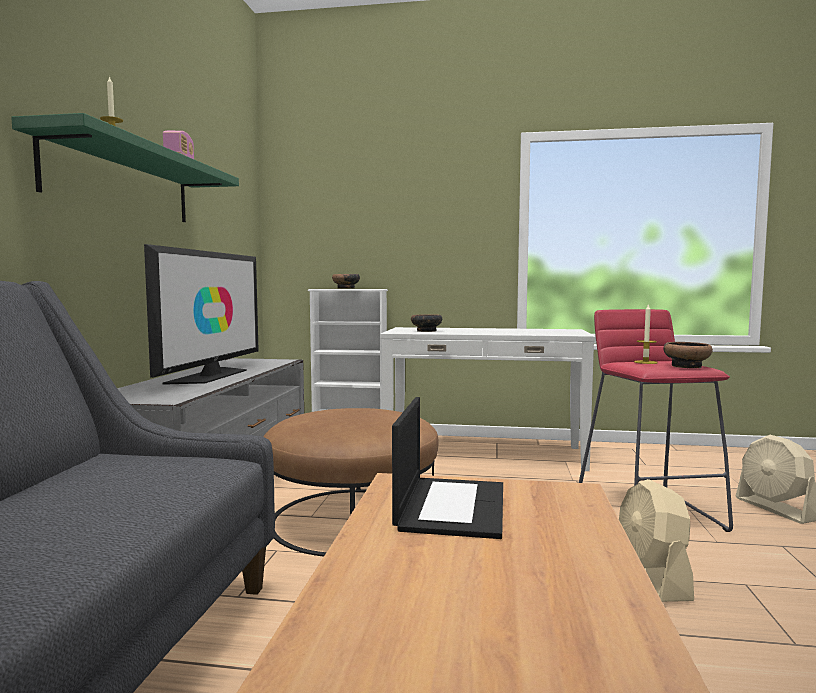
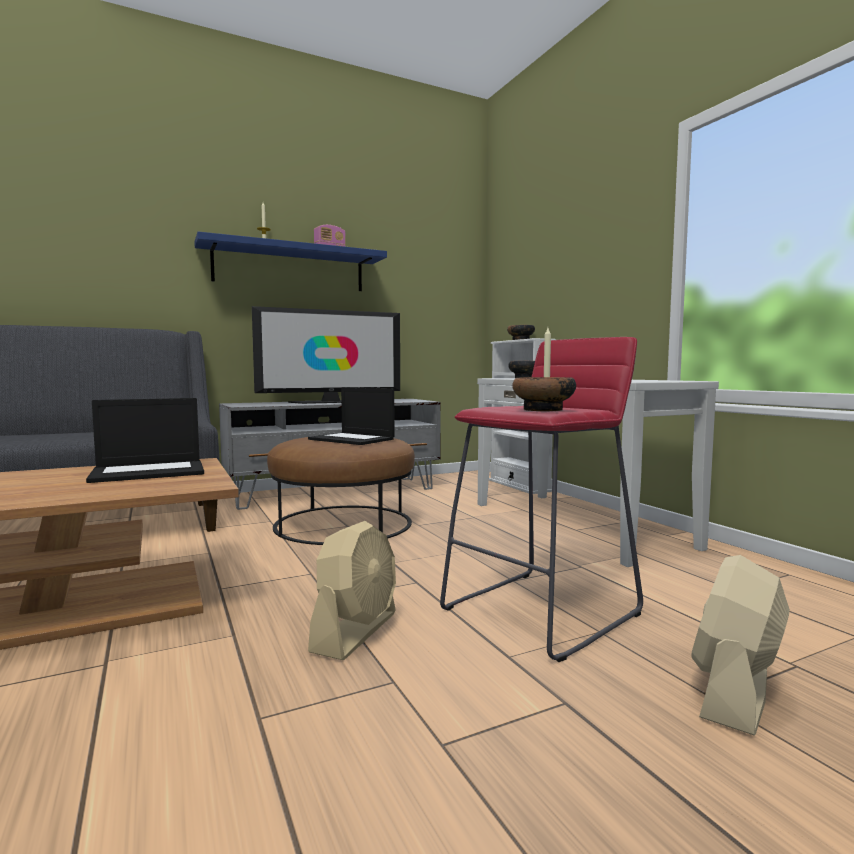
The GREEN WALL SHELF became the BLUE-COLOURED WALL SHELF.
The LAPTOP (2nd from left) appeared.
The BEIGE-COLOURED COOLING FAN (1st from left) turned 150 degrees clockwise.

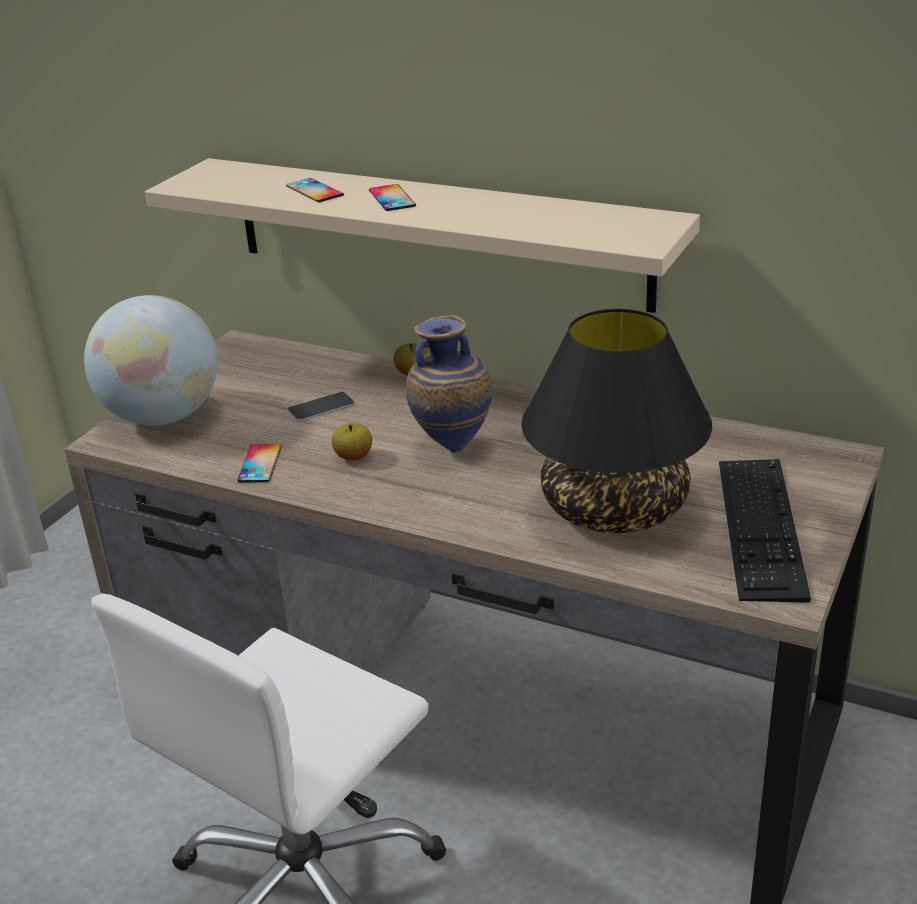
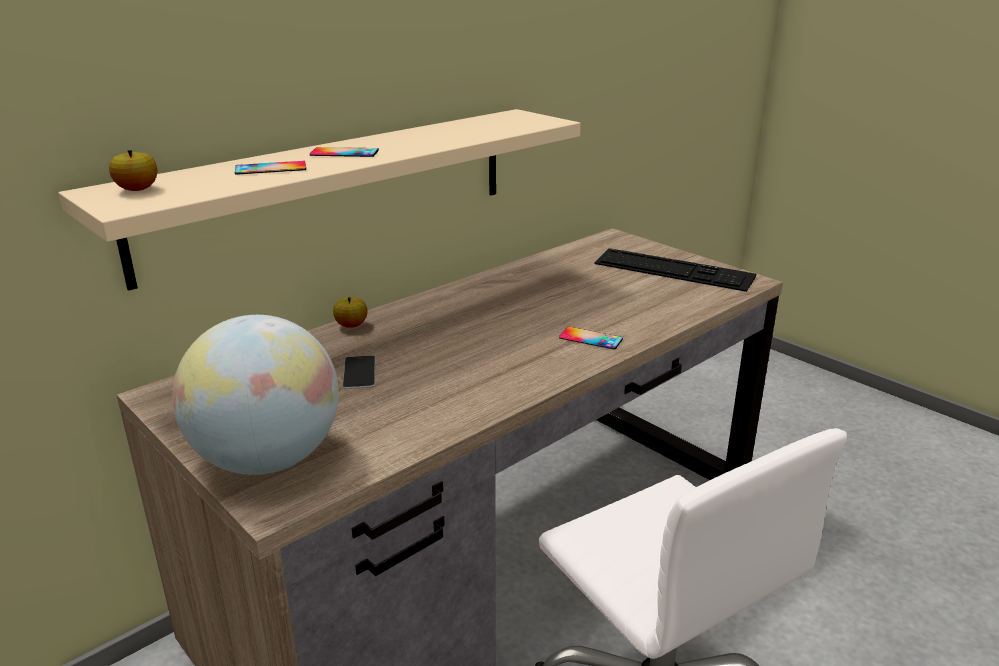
The APPLE FRUIT (1st from left) moved.
The HANDSET (1st from left in the first image) moved.
The VASE disappeared.
The BLACKISH TABLE LAMP disappeared.

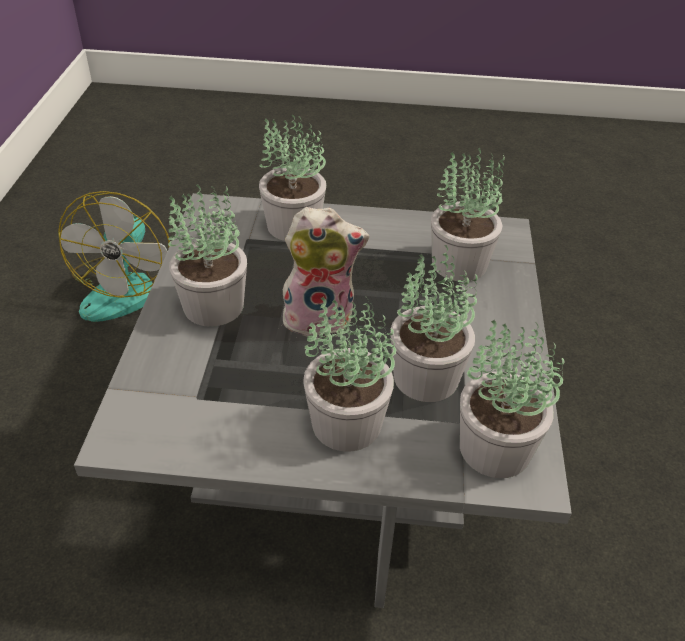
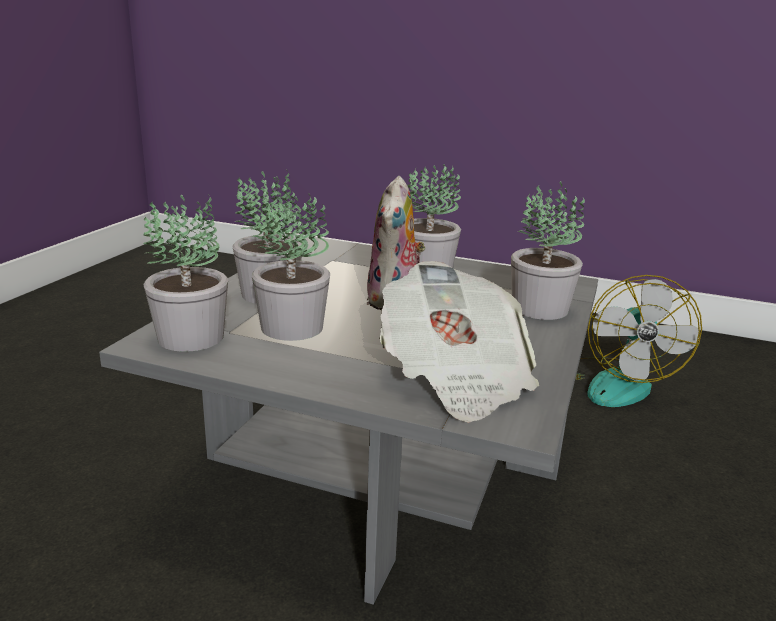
The PLANT IN A POT (5th from left) was replaced by the PRINTED PAPER.
The COOLING FAN turned 105 degrees counterclockwise.

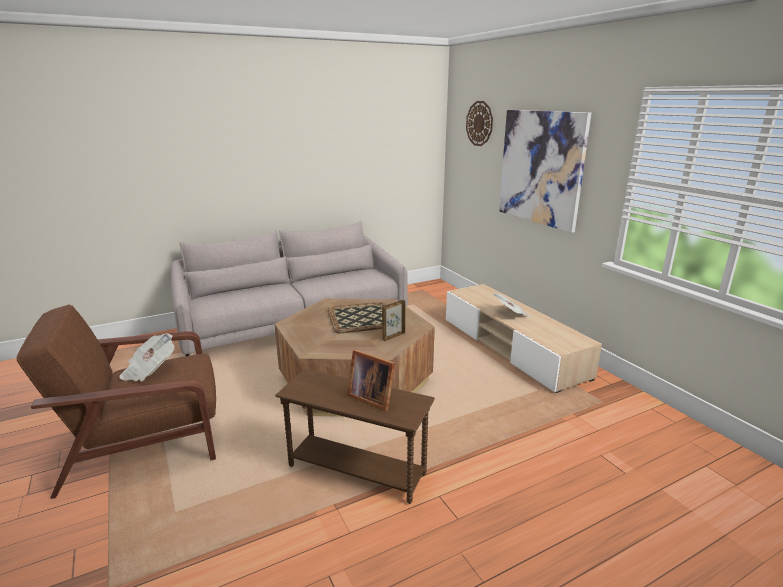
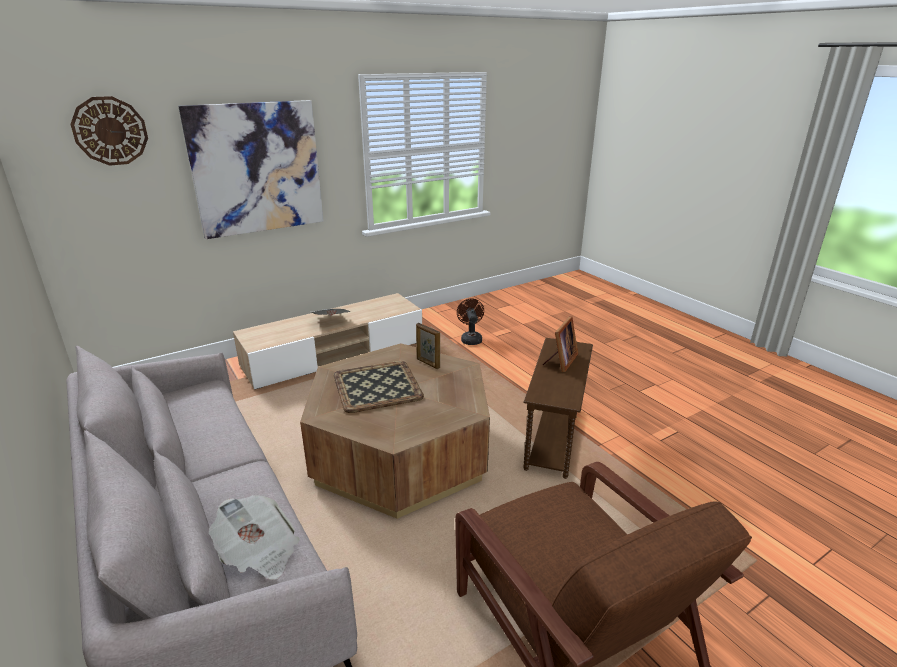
The PRINTED PAPER (1st from left) moved.
The BROWN-COLOURED COOLING FAN appeared.

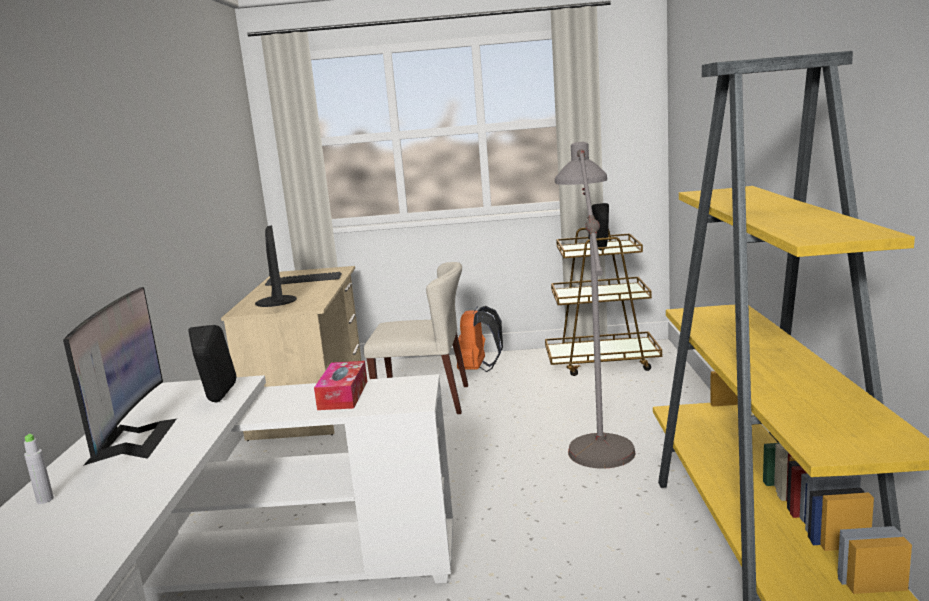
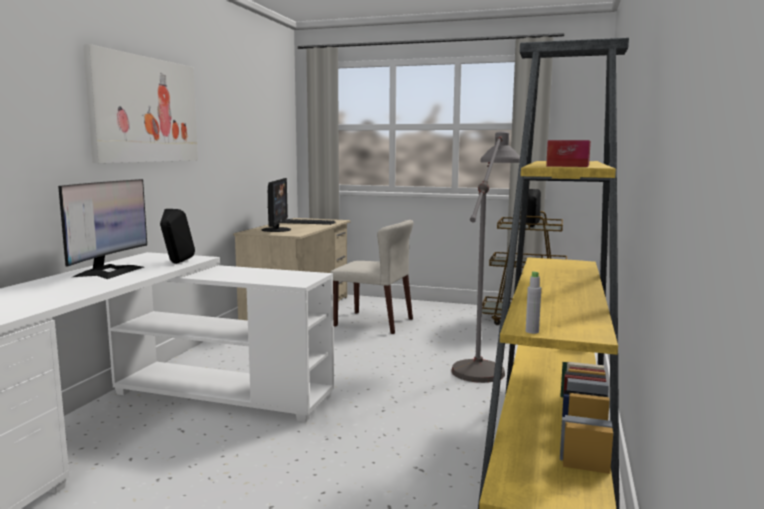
The PICTURE appeared.
The GREYISH BOTTLE moved.
The TISSUE HOLDER moved.
The ORANGE KNAPSACK disappeared.

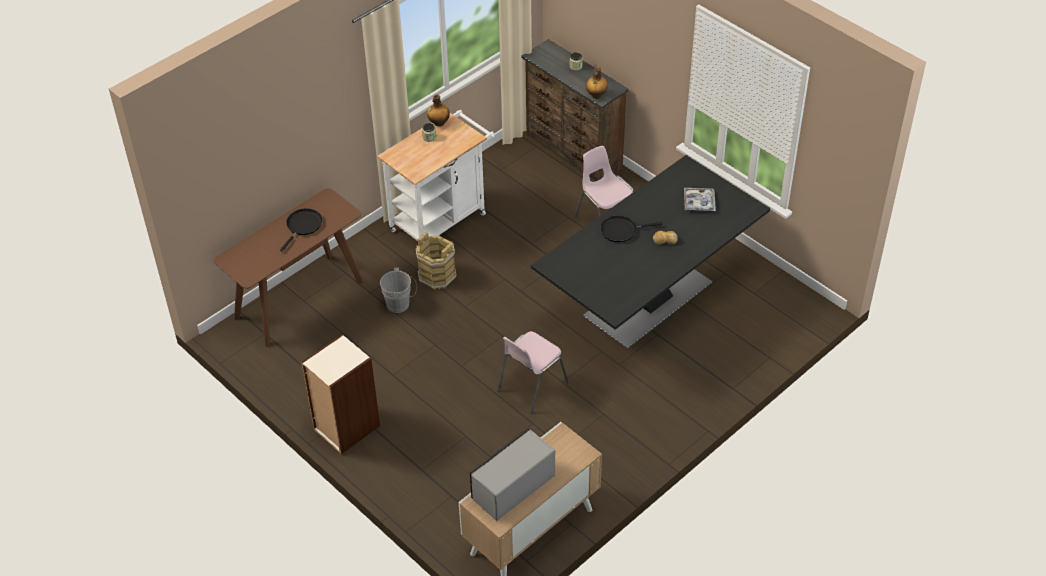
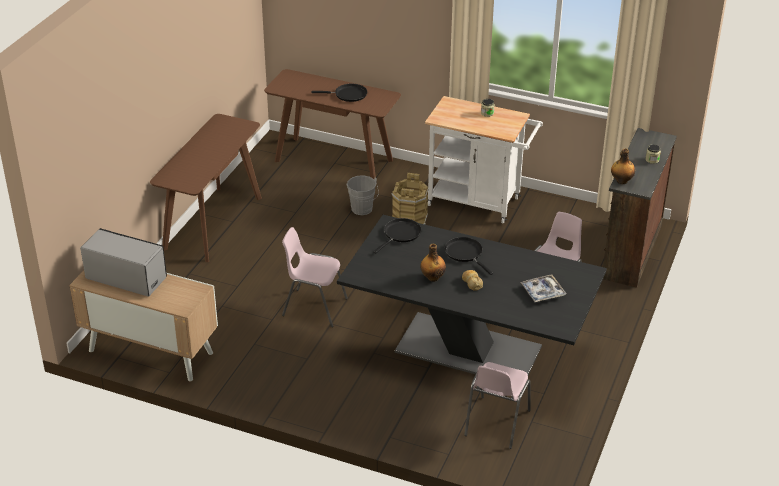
The BOOKSHELF was replaced by the BROWN-COLOURED CONSOLE TABLE (1st from left).
The BLACKISH FRYING PAN (2nd from left) appeared.
The BOTTLE (1st from left) moved.
The PINK UPRIGHT CHAIR (2nd from left) appeared.

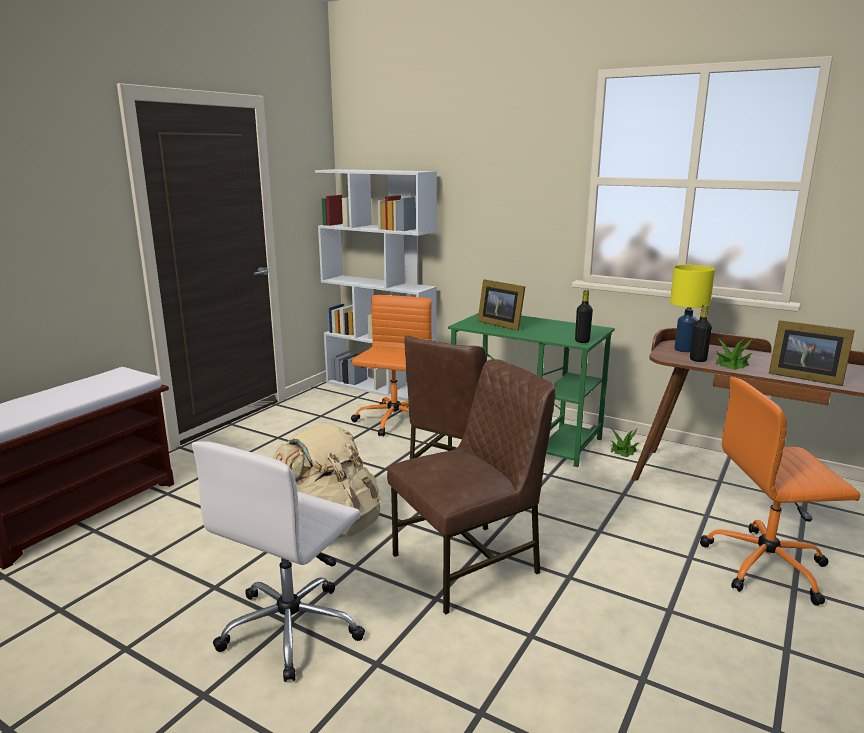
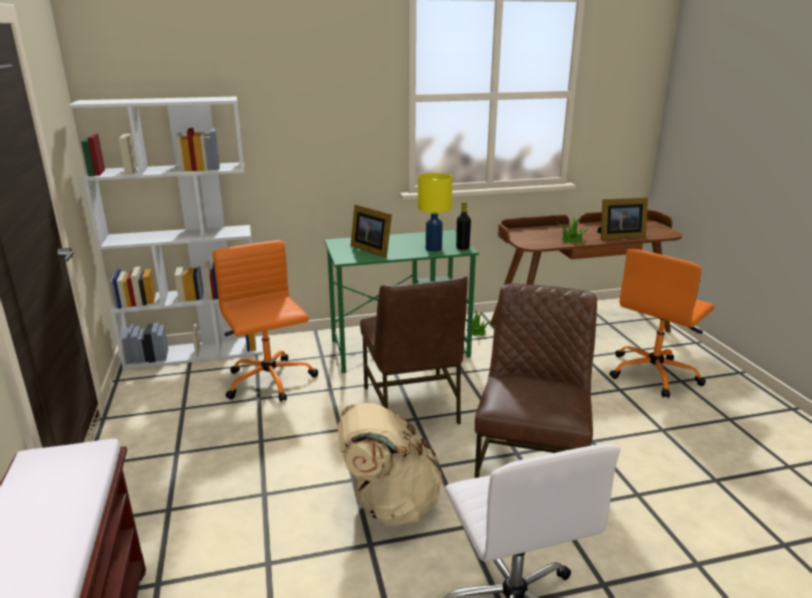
The PICTURE FRAME (1st from left) turned 45 degrees clockwise.
The YELLOW-COLOURED TABLE LAMP moved.
The BLACKISH BOTTLE (2nd from left) disappeared.

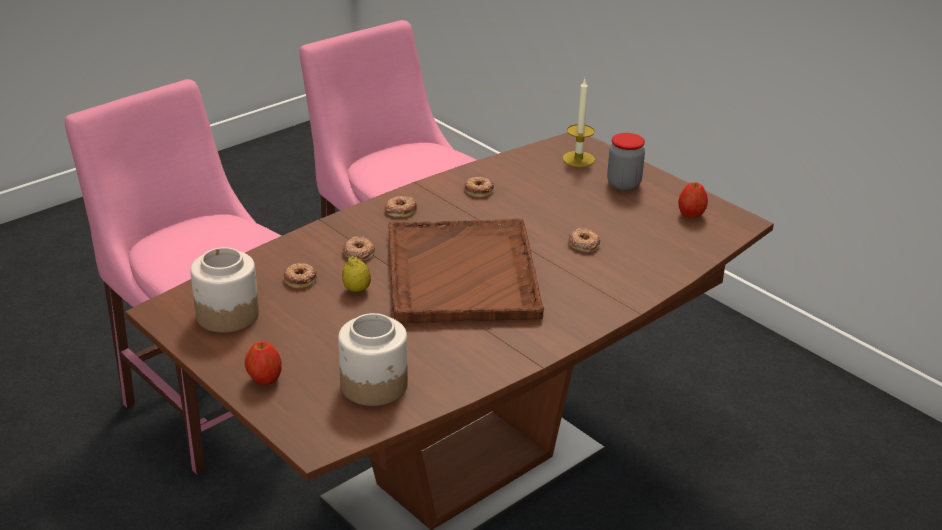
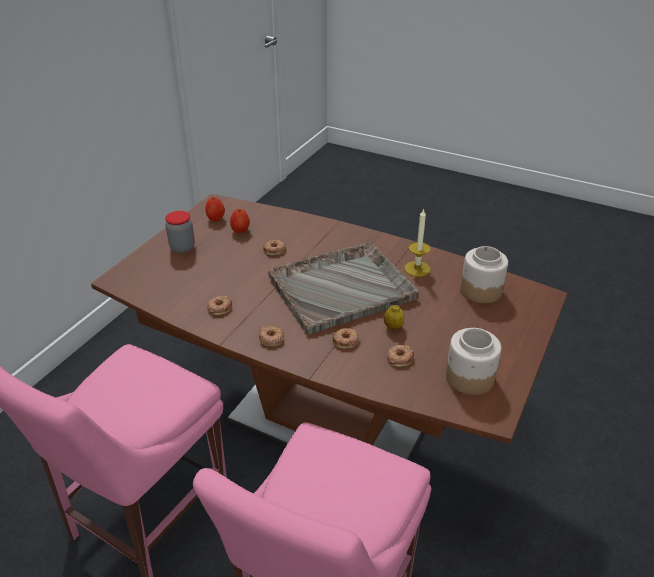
The APPLE FRUIT (1st from left in the first image) moved.
The BROWN-COLOURED SERVING TRAY became the GREYISH SERVING TRAY.
The WAX LIGHT moved.

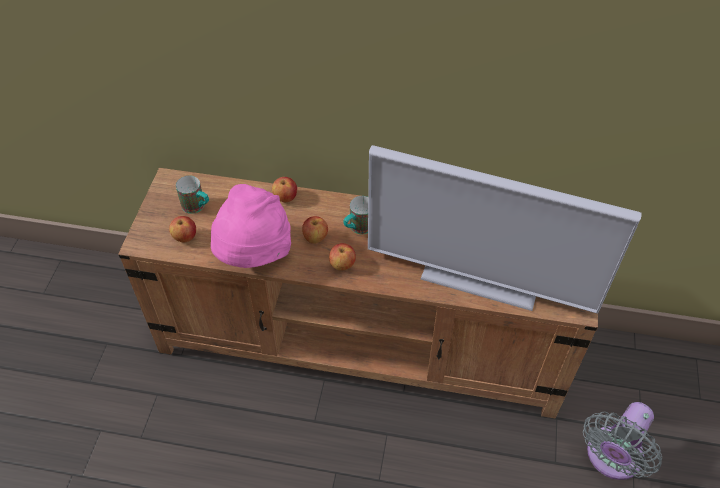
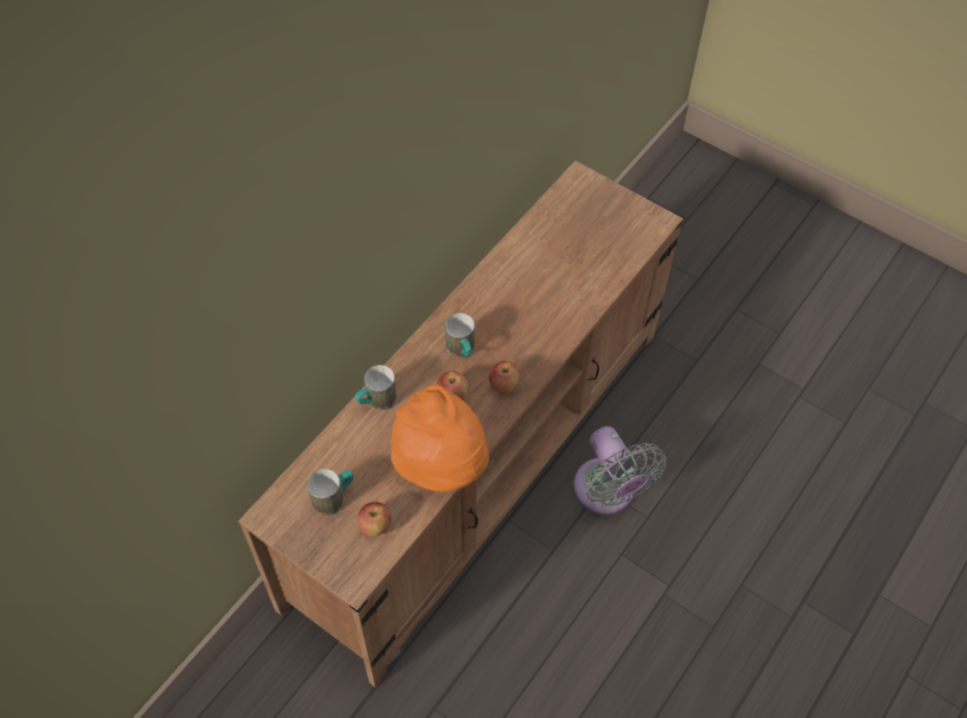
The APPLE FRUIT (2nd from left) was replaced by the TEA MUG (2nd from left).
The PINK HAT became the ORANGE HAT.
The GREYISH COOLING FAN moved.
The TELEVISION disappeared.

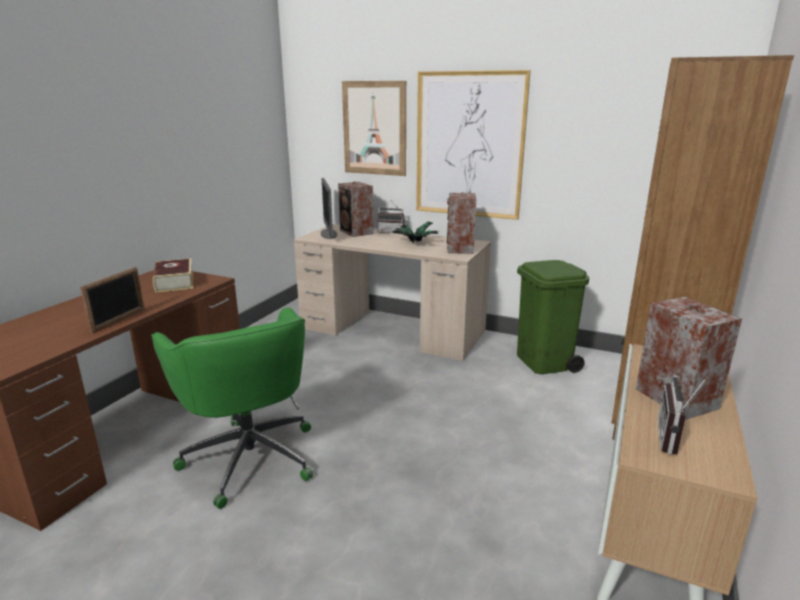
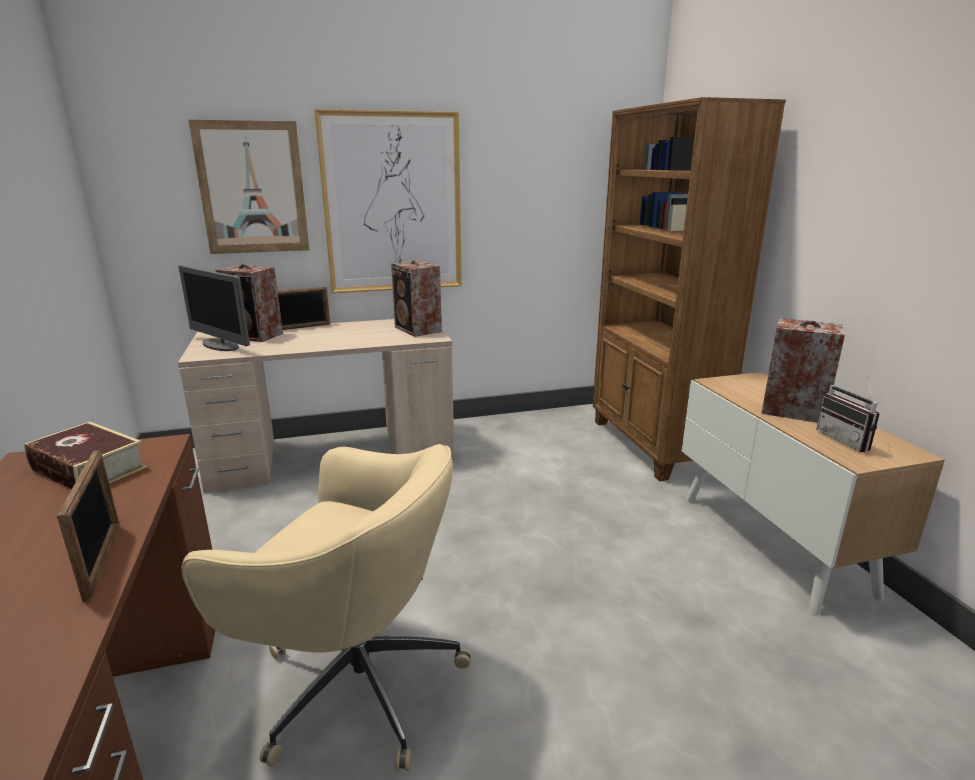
The GREEN DESK CHAIR became the BEIGE-COLOURED DESK CHAIR.
The RADIO SET (1st from left) was replaced by the PICTURE FRAME (2nd from left).
The PLANT IN A POT disappeared.
The GREEN WASTE BIN disappeared.

